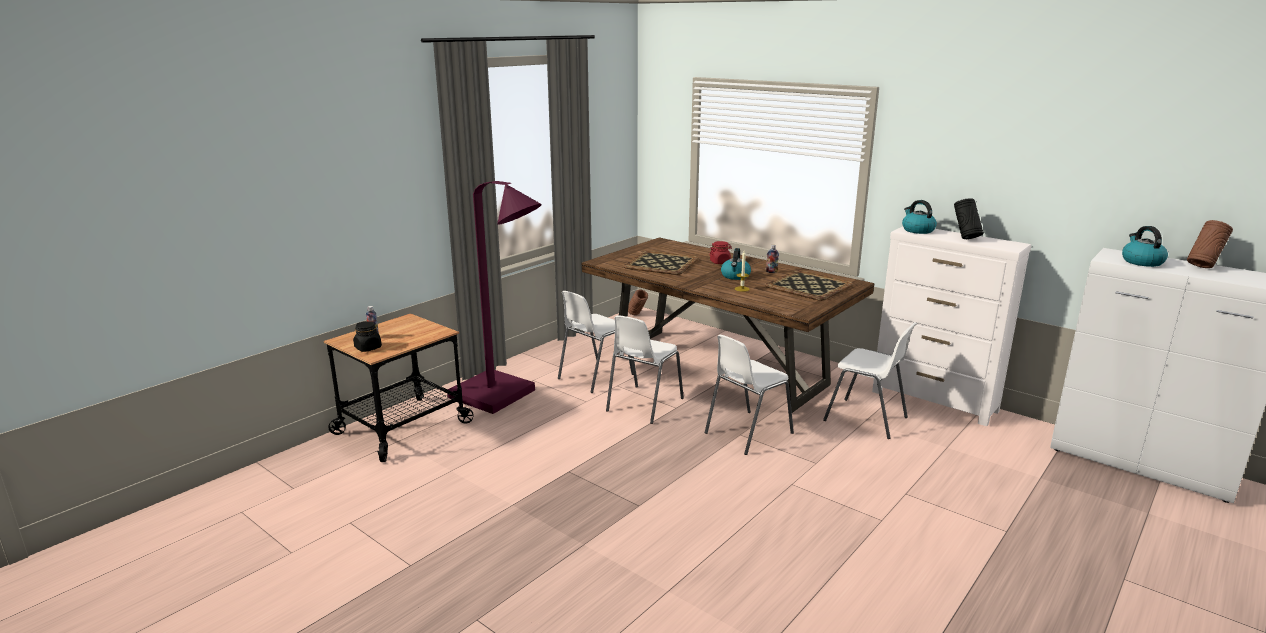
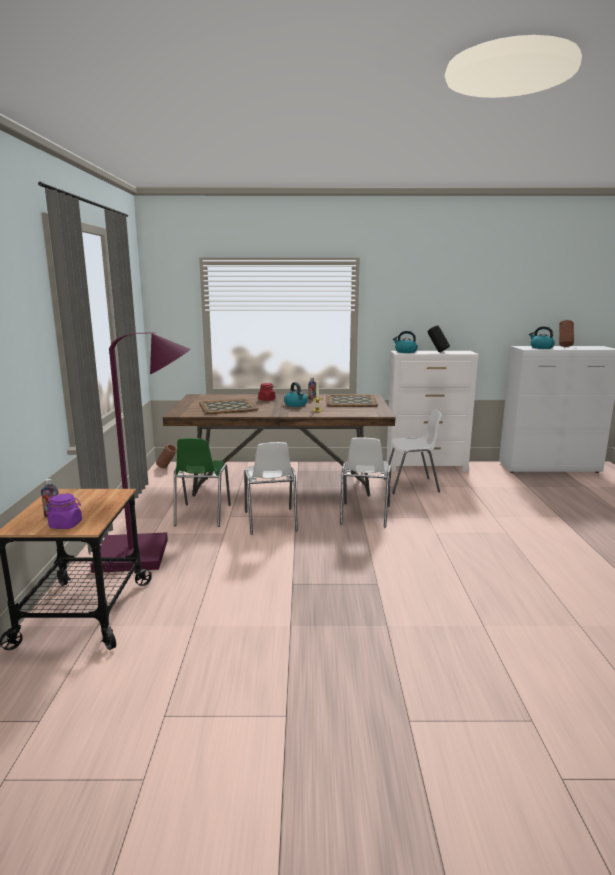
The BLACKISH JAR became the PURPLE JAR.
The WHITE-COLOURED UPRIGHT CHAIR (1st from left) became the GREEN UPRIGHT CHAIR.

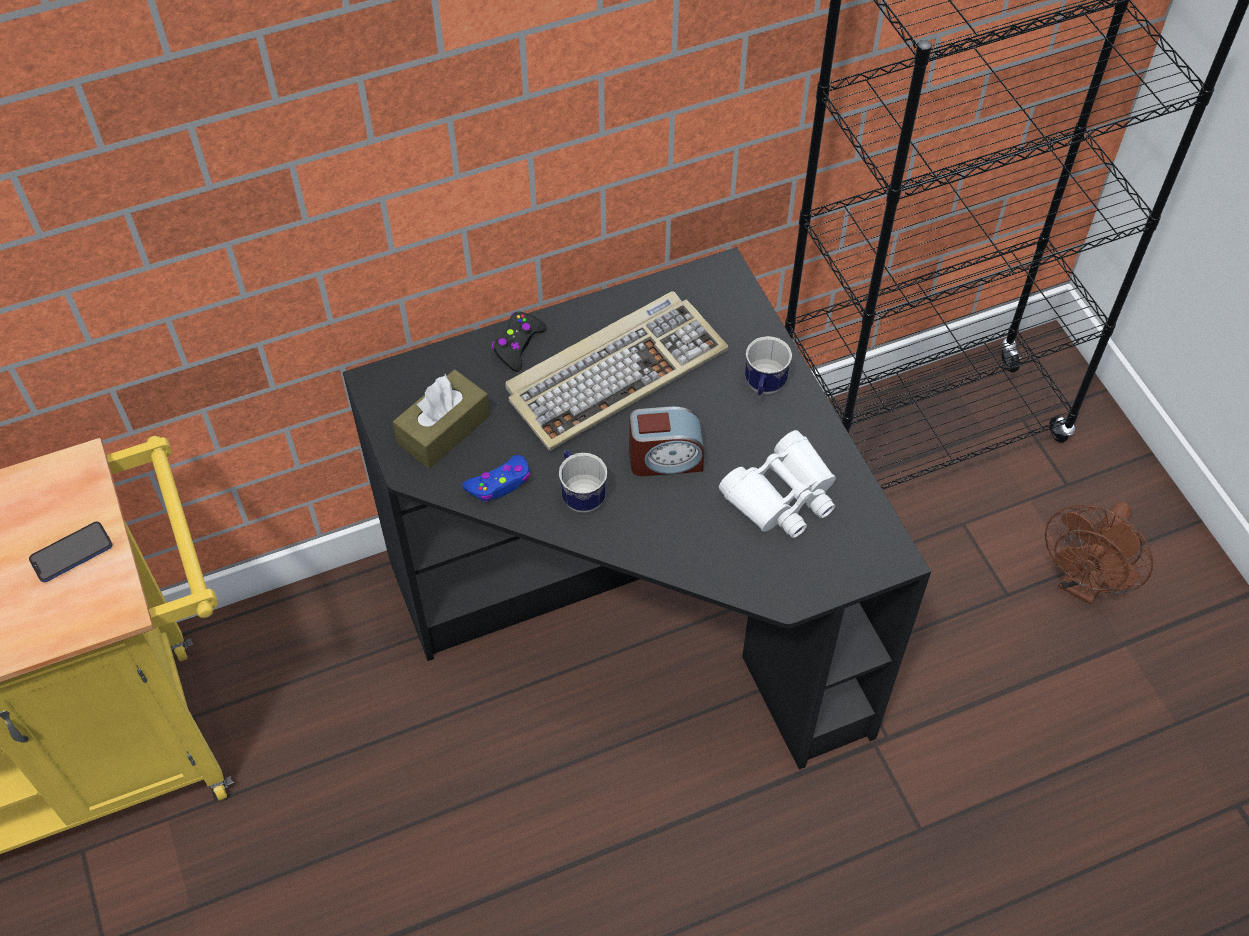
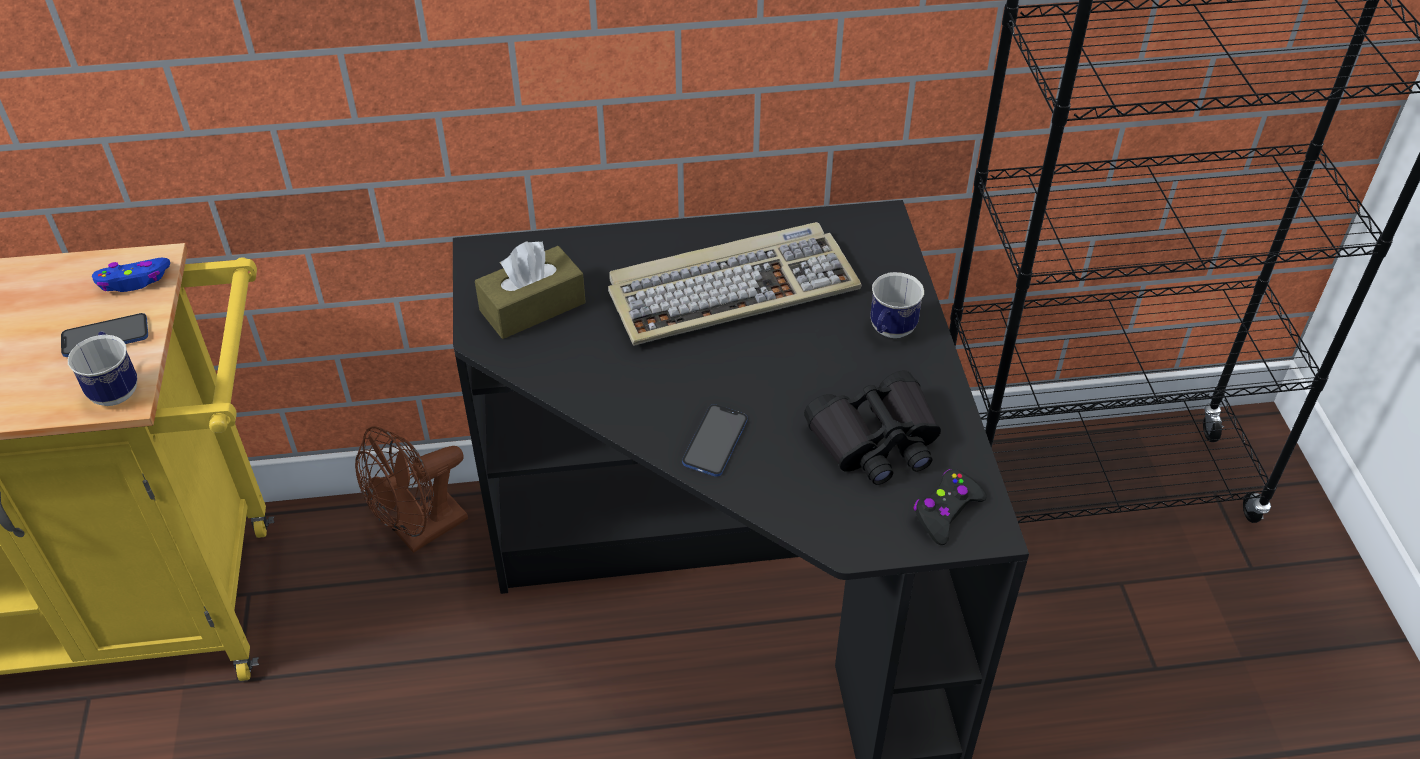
The TEA MUG (1st from left) moved.
The BLUE-COLOURED GAMEPAD moved.
The BROWN-COLOURED COOLING FAN moved.
The HANDSET (2nd from left) appeared.
The WHITE-COLOURED PAIR OF BINOCULARS became the BLACKISH PAIR OF BINOCULARS.
The BLACKISH GAMEPAD moved.
The TABLE CLOCK disappeared.

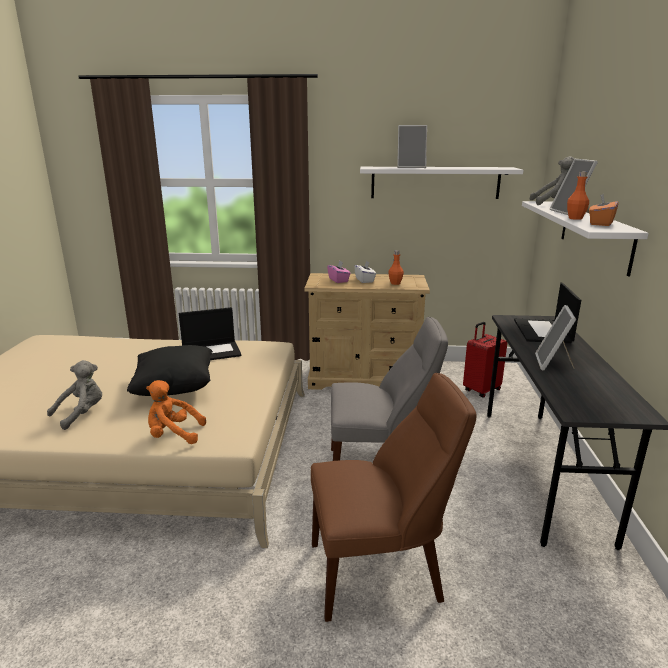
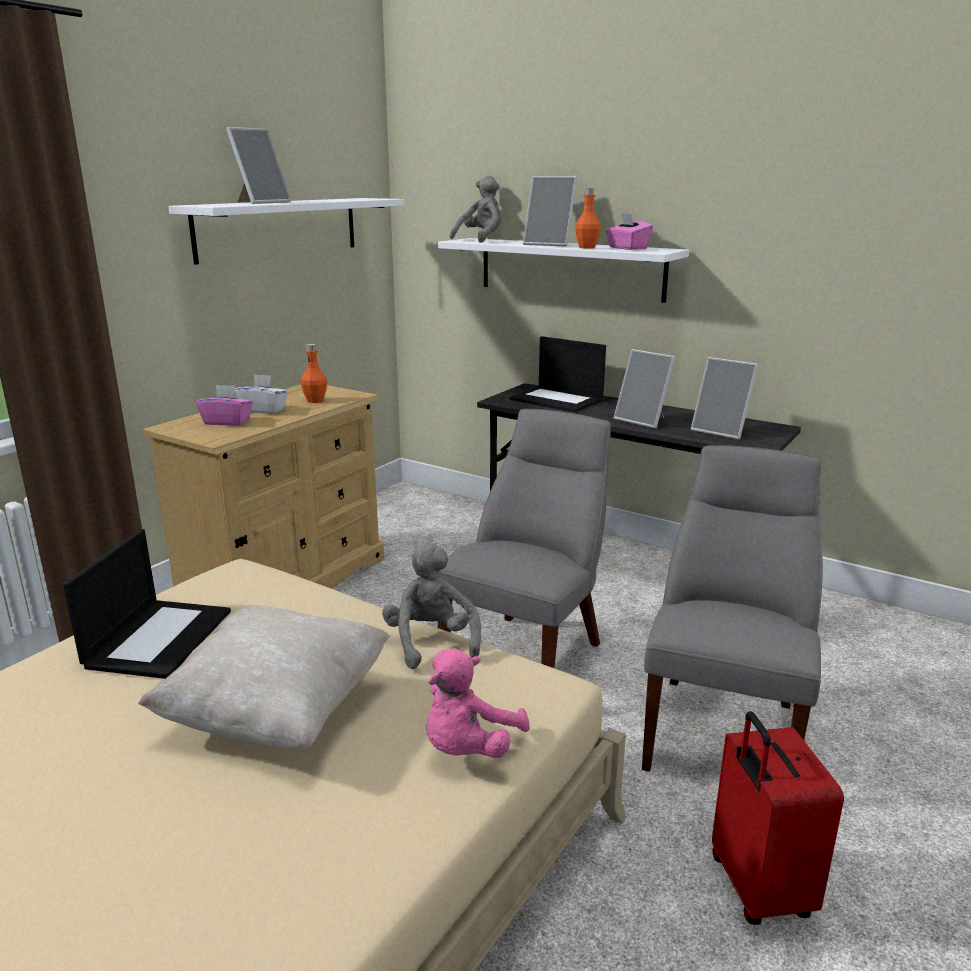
The BLACKISH PILLOW became the BEIGE-COLOURED PILLOW.
The GREYISH SOFT TOY (1st from left) moved.
The ORANGE SOFT TOY became the PINK SOFT TOY.
The ORANGE TISSUE HOLDER became the PINK TISSUE HOLDER (2nd from left).
The BROWN-COLOURED UPRIGHT CHAIR became the GREYISH UPRIGHT CHAIR (2nd from left).
The PICTURE FRAME (4th from left) appeared.
The RED TRAVEL CASE moved.

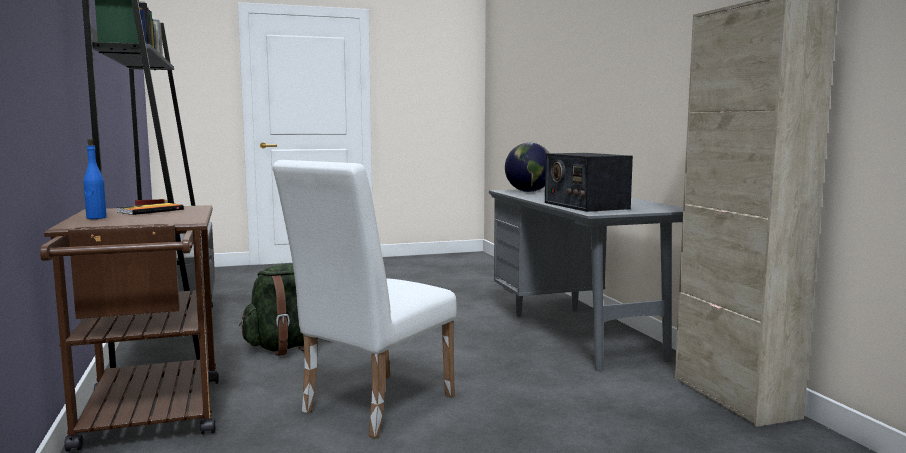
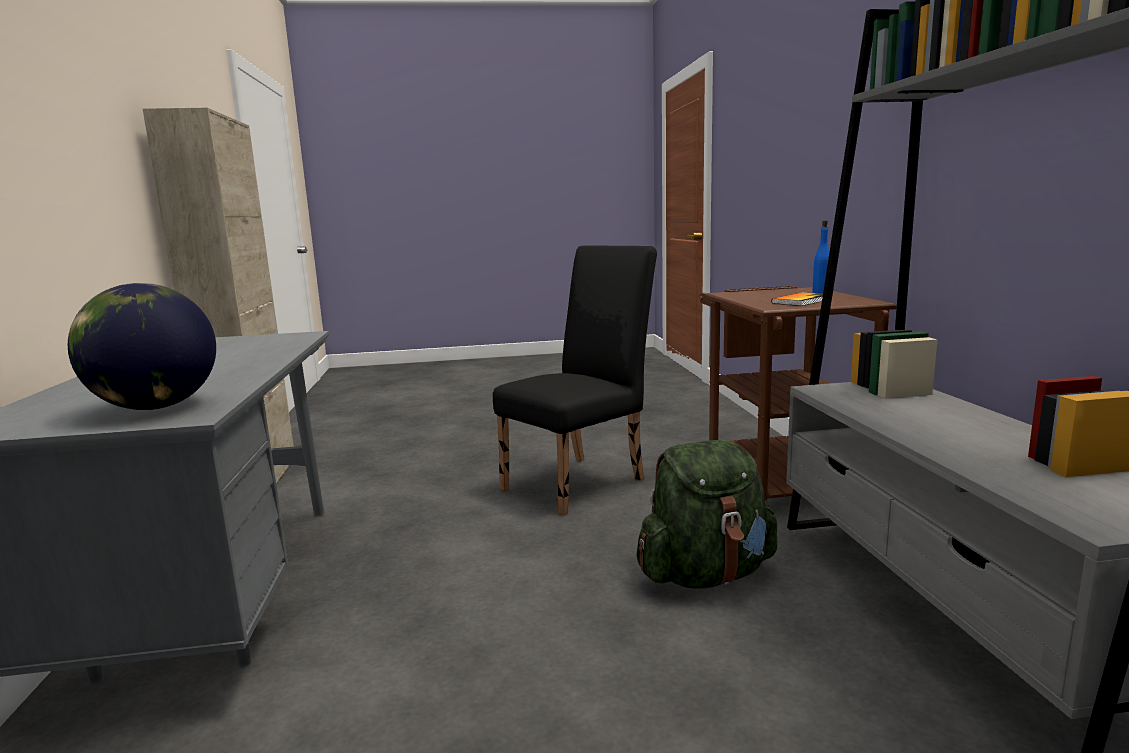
The WHITE-COLOURED UPRIGHT CHAIR became the BLACKISH UPRIGHT CHAIR.
The RADIO SET disappeared.

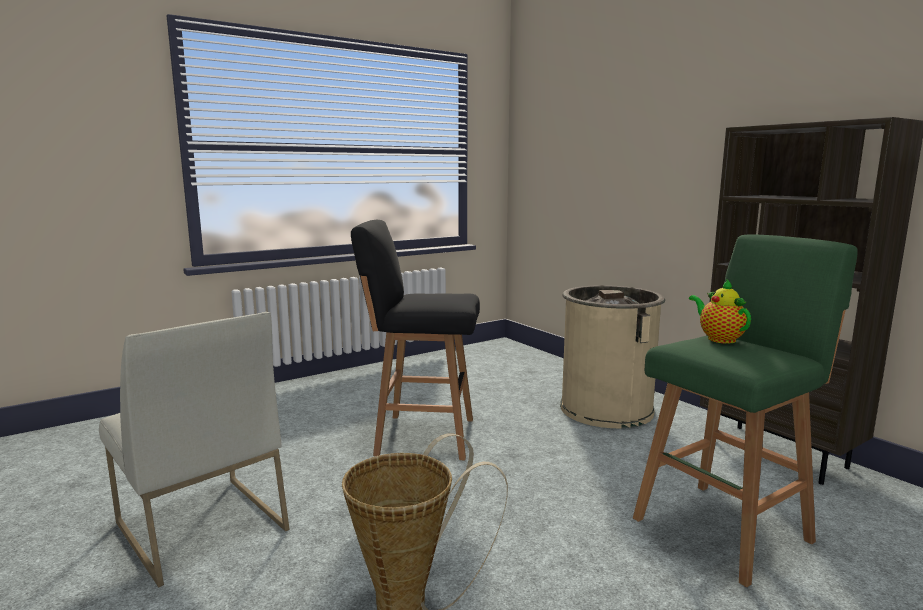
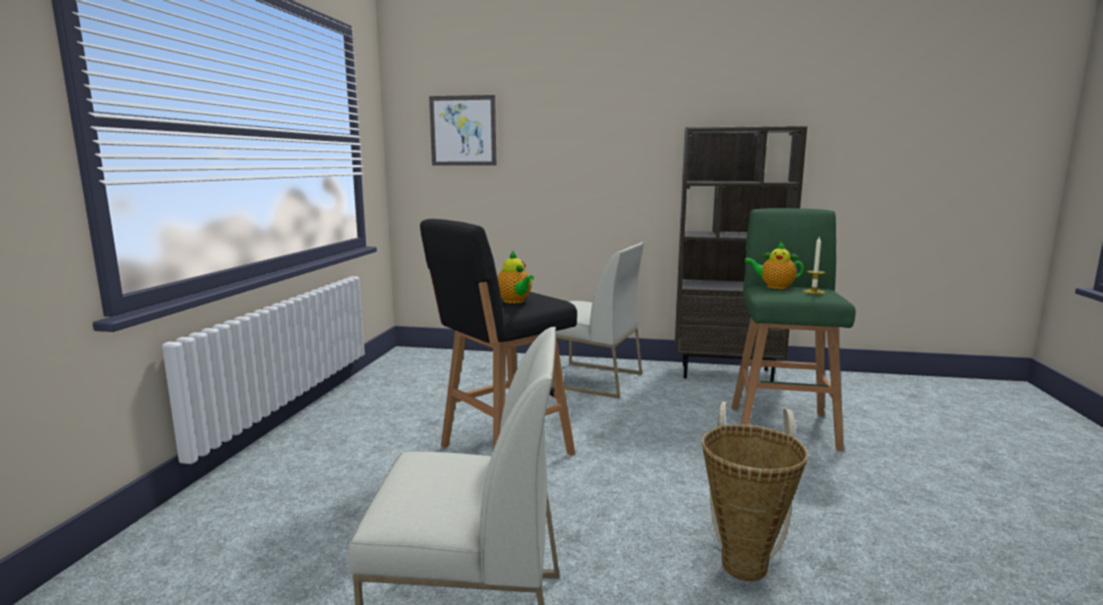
The PICTURE appeared.
The POT FOR TEA (1st from left) appeared.
The BEIGE-COLOURED WASTE BIN was replaced by the WHITE-COLOURED UPRIGHT CHAIR (2nd from left).
The WAX LIGHT appeared.

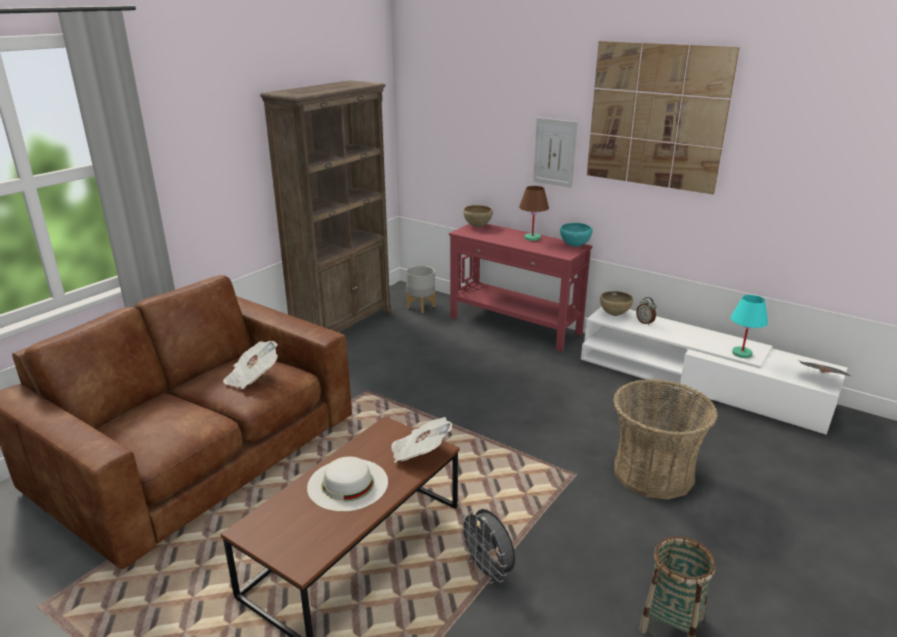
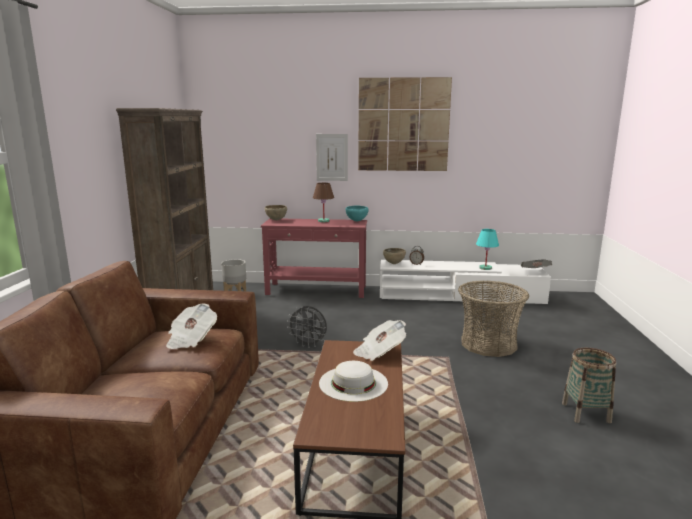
The GREYISH COOLING FAN moved.

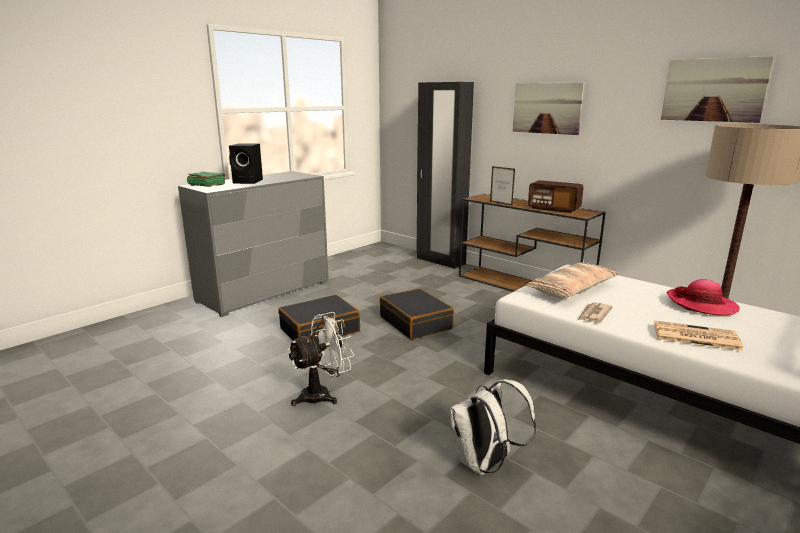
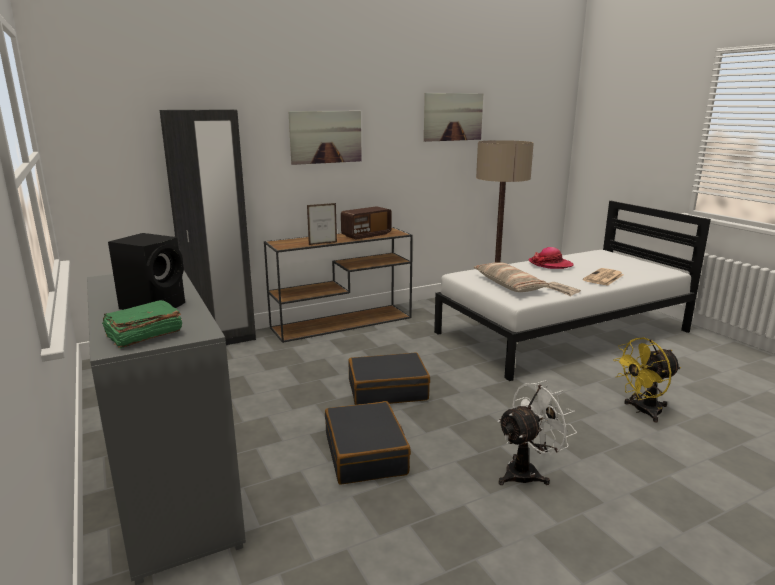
The WHITE-COLOURED COOLING FAN turned 75 degrees clockwise.
The WHITE-COLOURED KNAPSACK was replaced by the YELLOW-COLOURED COOLING FAN.

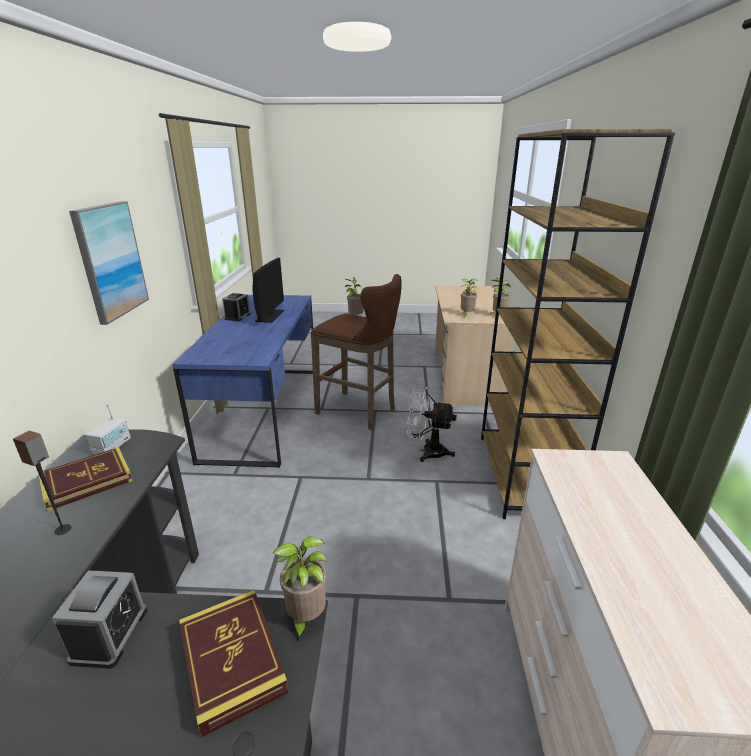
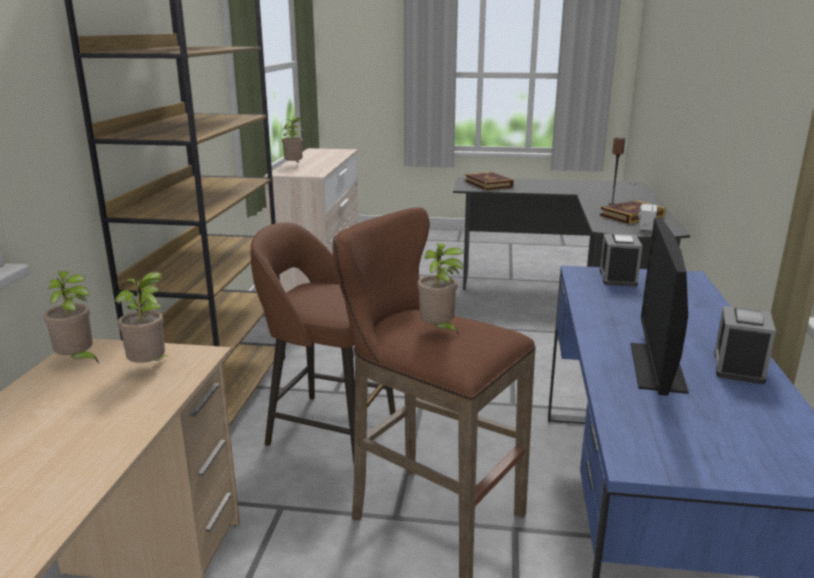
The WHITE-COLOURED COOLING FAN was replaced by the BROWN-COLOURED SITTING STOOL (1st from left).
The PLANT IN A POT (1st from left in the first image) moved.
The TABLE CLOCK (1st from left) moved.
The PICTURE disappeared.

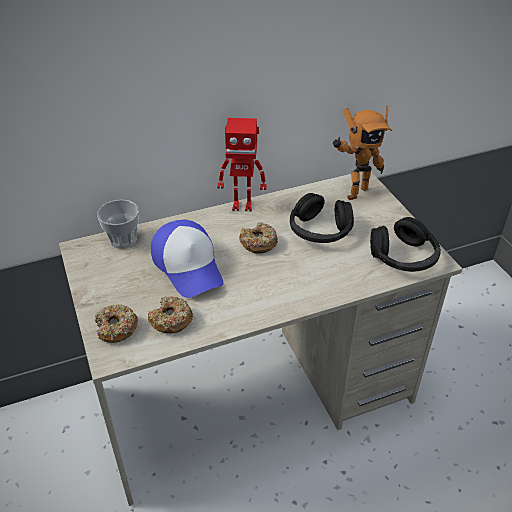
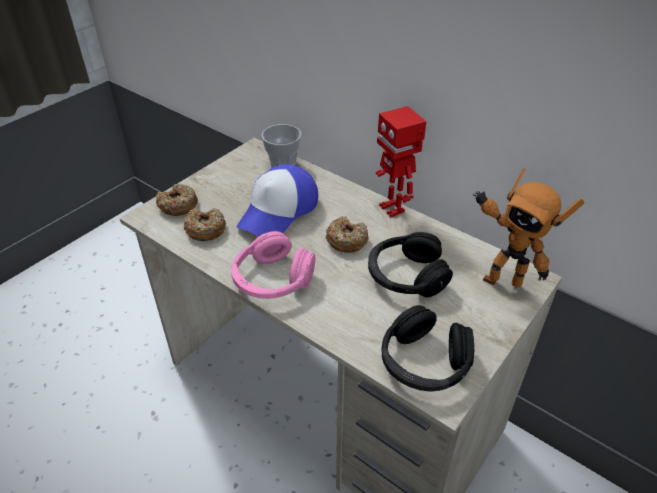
The PINK HEADSET appeared.

